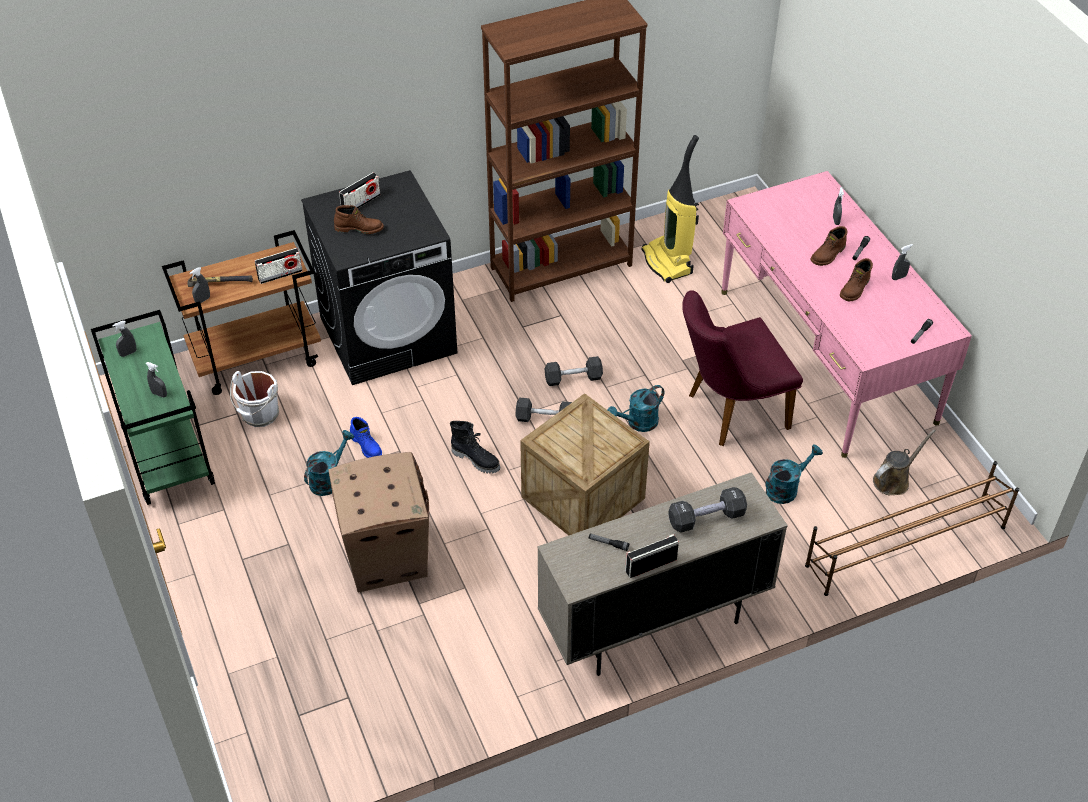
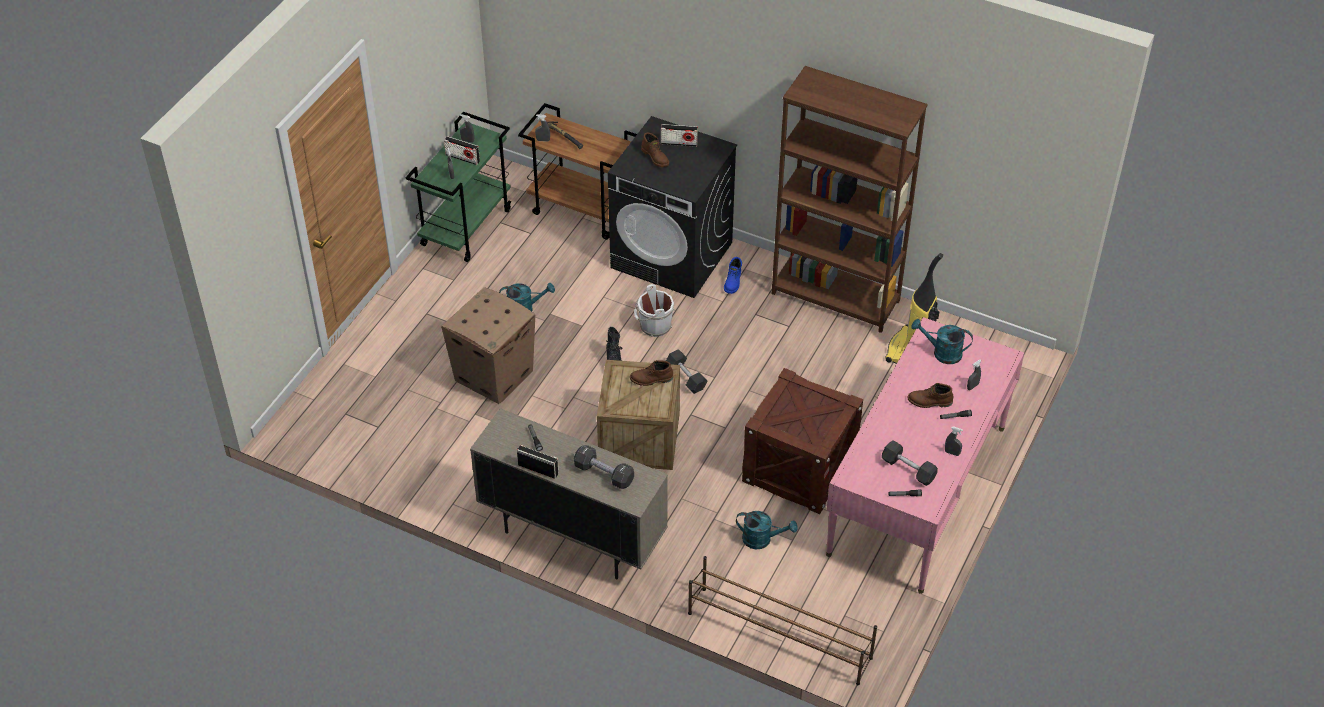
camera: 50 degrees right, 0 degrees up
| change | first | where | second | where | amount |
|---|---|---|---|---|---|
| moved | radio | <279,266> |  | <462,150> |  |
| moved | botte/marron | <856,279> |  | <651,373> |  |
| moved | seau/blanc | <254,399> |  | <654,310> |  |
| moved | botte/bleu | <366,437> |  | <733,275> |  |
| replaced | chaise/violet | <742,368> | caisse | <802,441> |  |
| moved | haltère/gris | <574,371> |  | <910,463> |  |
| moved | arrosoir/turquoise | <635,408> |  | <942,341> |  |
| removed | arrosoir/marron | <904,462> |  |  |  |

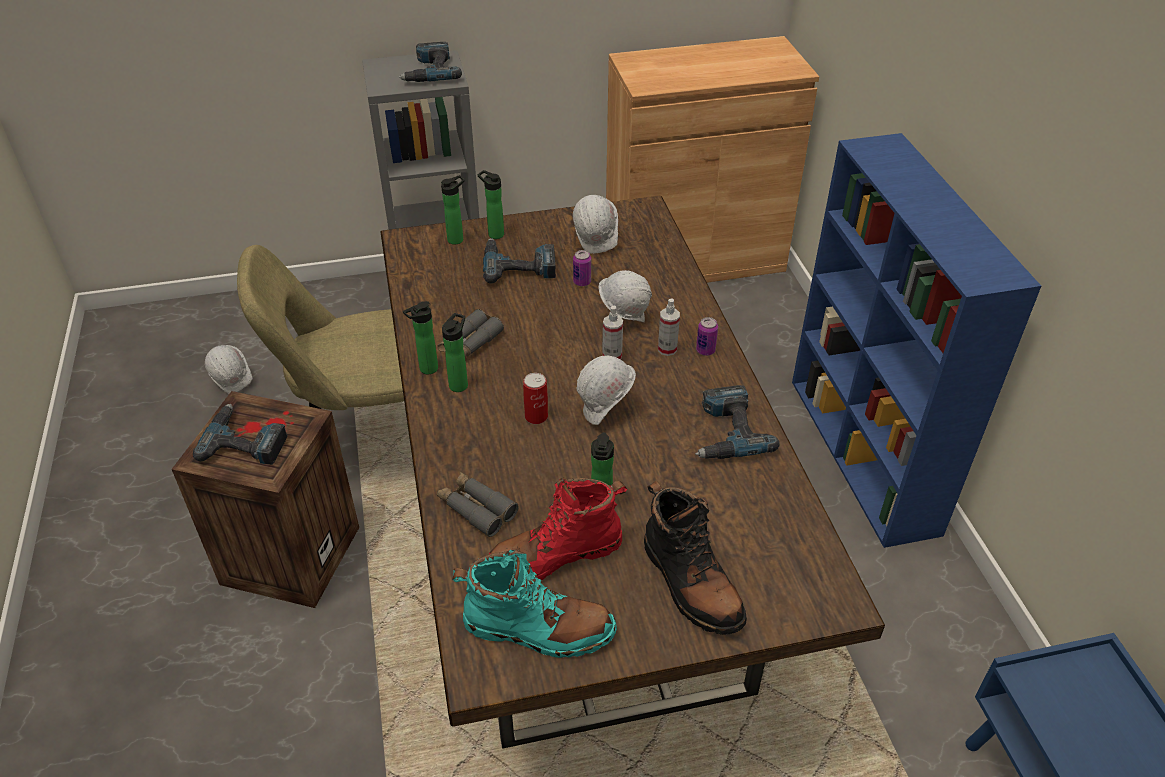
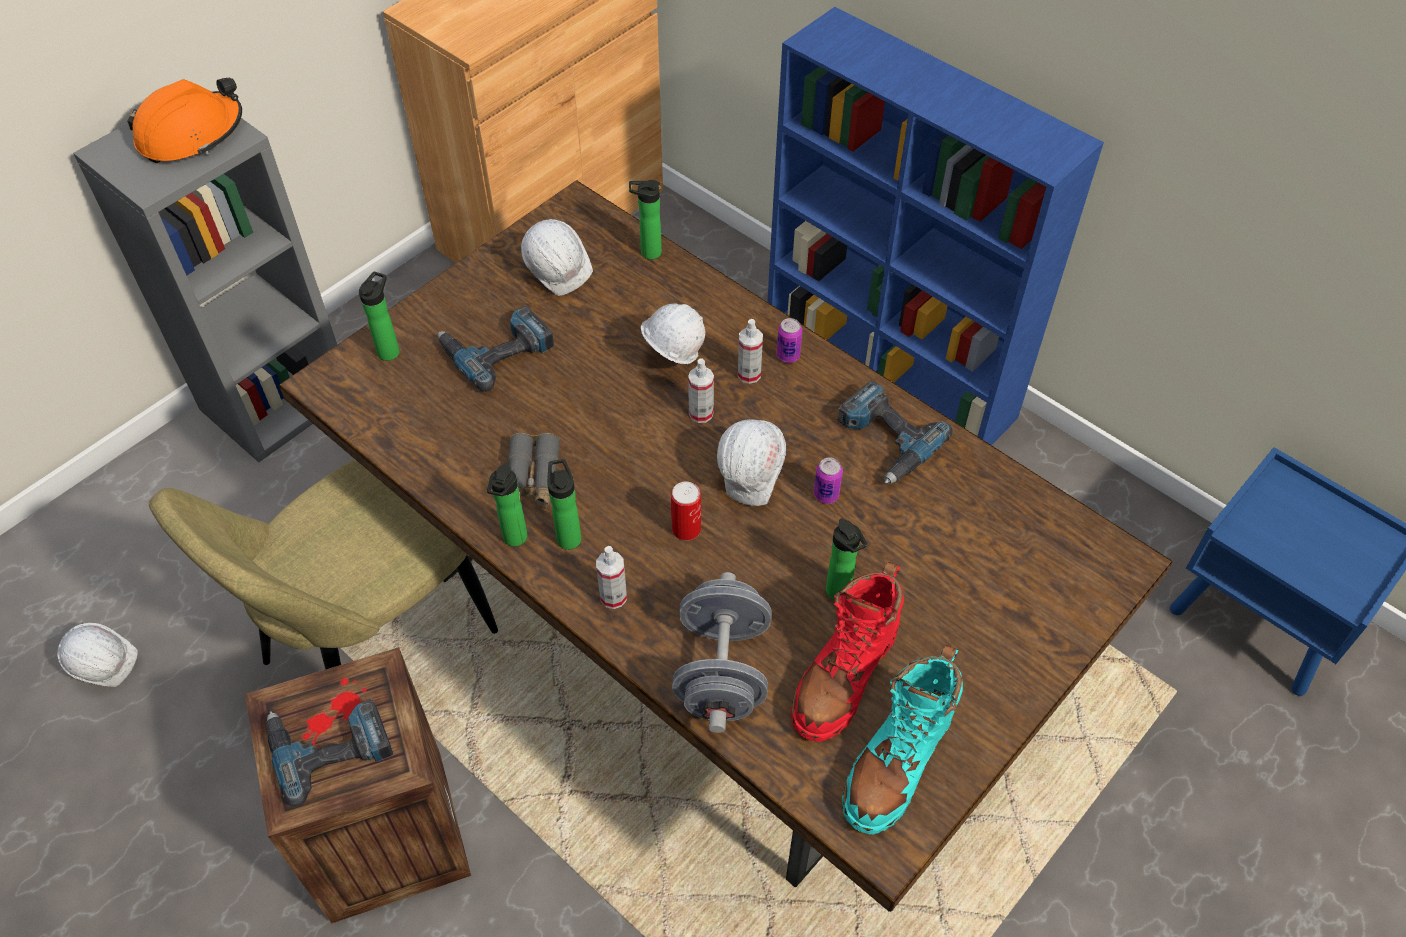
camera: 35 degrees left, 10 degrees up
| change | first | where | second | where | amount |
|---|---|---|---|---|---|
| replaced | perceuse | <430,62> | casque de chantier/orange | <184,120> |  |
| added |  |  | vaporisateur | <611,577> |  |
| moved | bouteille | <491,204> |  | <645,220> |  |
| replaced | jumelles/gris | <478,504> | haltère/gris | <722,652> |  |
| moved | boîte métallique | <582,268> |  | <828,480> |  |
| turned | botte/turquoise | <534,603> |  | <902,739> | 150 degrees clockwise |
| removed | botte/noir | <695,558> |  |  |  |

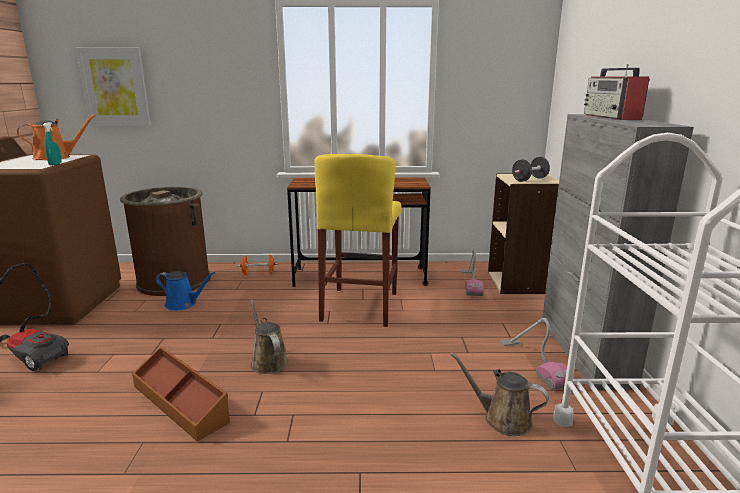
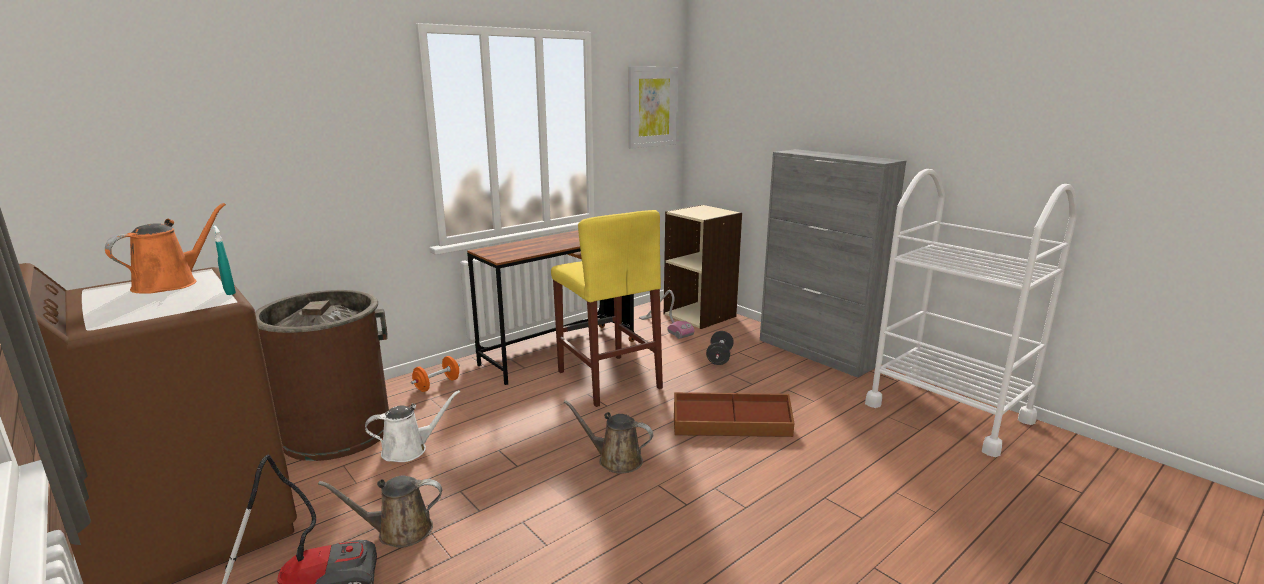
camera: 40 degrees left, 0 degrees up
| change | first | where | second | where | amount |
|---|---|---|---|---|---|
| moved | arrosoir/marron | <499,394> |  | <380,512> |  |
| recoloured | arrosoir/bleu | <186,291> | arrosoir/blanc | <412,426> |  |
| moved | tableau | <113,87> |  | <653,108> |  |
| moved | boîte de rangement/marron | <181,394> |  | <734,414> |  |
| moved | haltère/noir | <531,169> |  | <720,348> |  |
| removed | aspirateur | <538,354> |  |  |  |
| removed | radio | <617,92> |  |  |  |

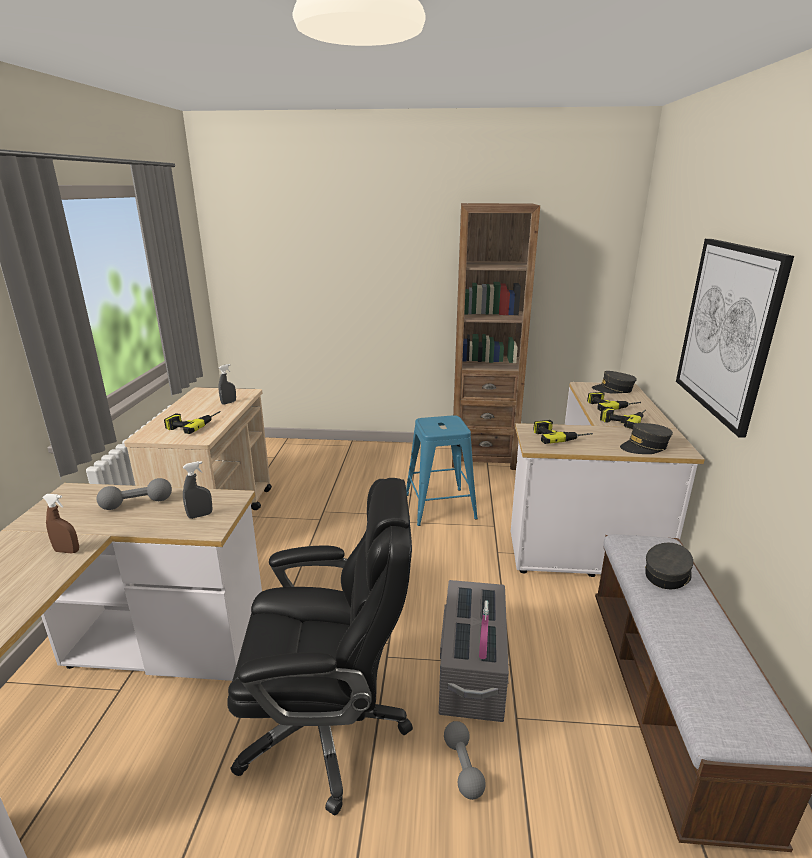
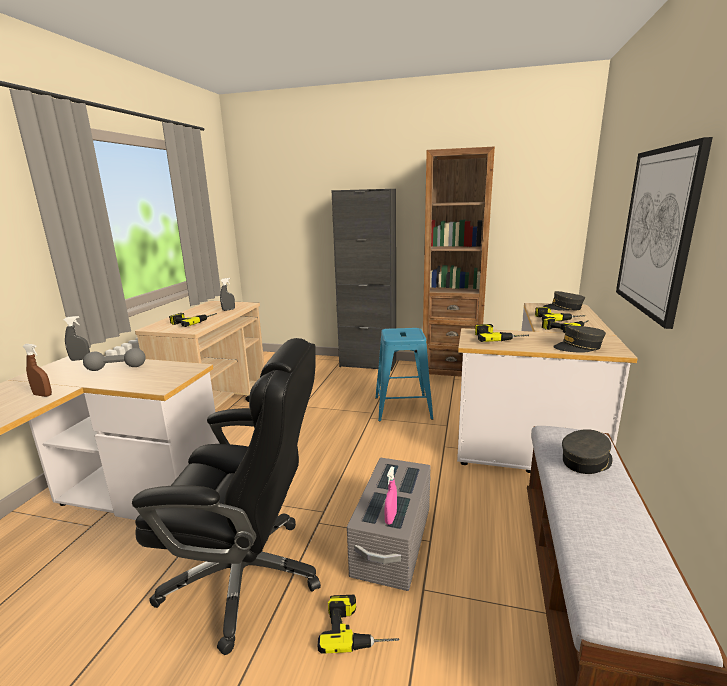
camera: 10 degrees right, 5 degrees down
| change | first | where | second | where | amount |
|---|---|---|---|---|---|
| moved | vaporisateur/gris | <197,490> |  | <77,338> |  |
| replaced | haltère/gris | <465,760> | perceuse | <359,624> |  |
| added |  |  | meuble de rangement/noir | <363,280> |  |

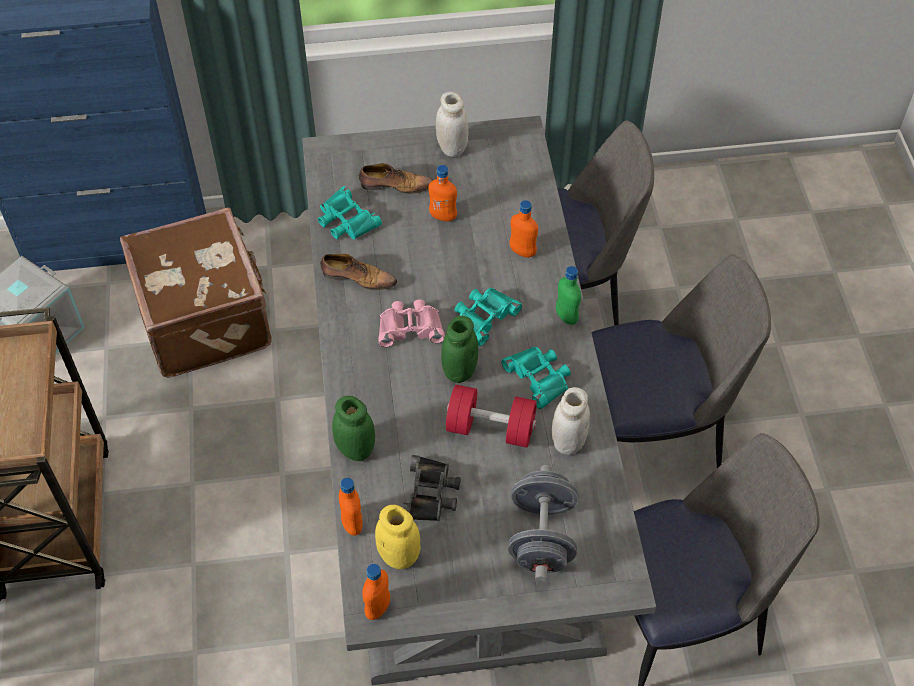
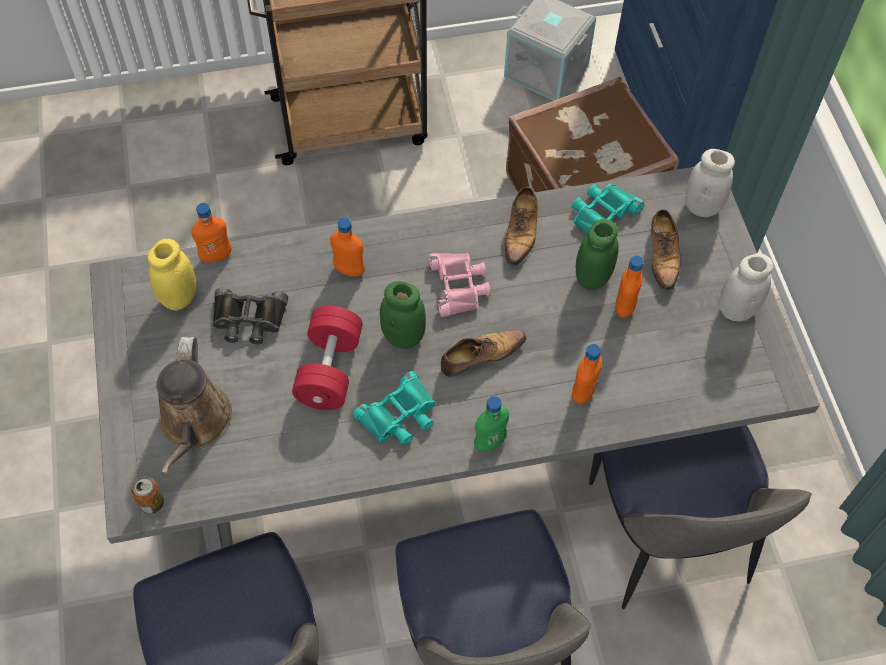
camera: 85 degrees right, 5 degrees up
| change | first | where | second | where | amount |
|---|---|---|---|---|---|
| added |  |  | boîte métallique | <147,495> |  |
| replaced | haltère/gris | <543,523> | arrosoir/marron | <194,406> |  |
| moved | bouteille/orange | <376,592> |  | <347,247> |  |
| replaced | jumelles/turquoise | <488,317> | chaussure | <484,353> |  |
| moved | bocal/vert | <353,428> |  | <597,254> |  |
| moved | bocal/blanc | <571,421> |  | <710,183> |  |

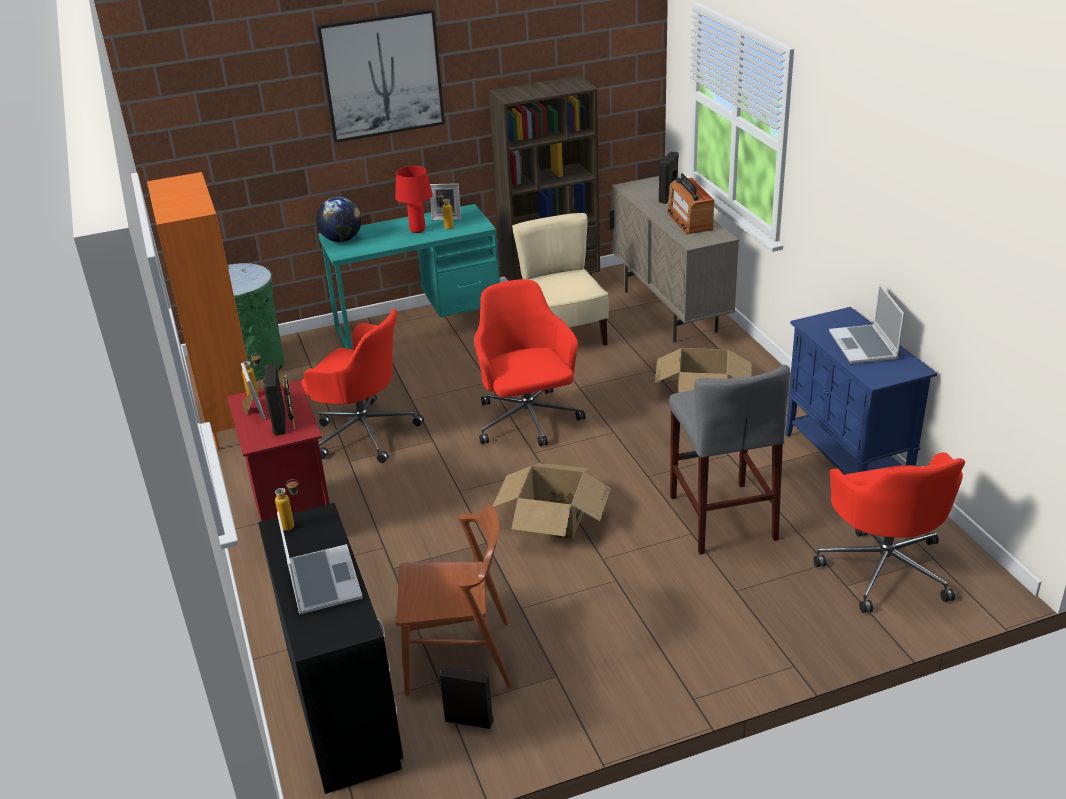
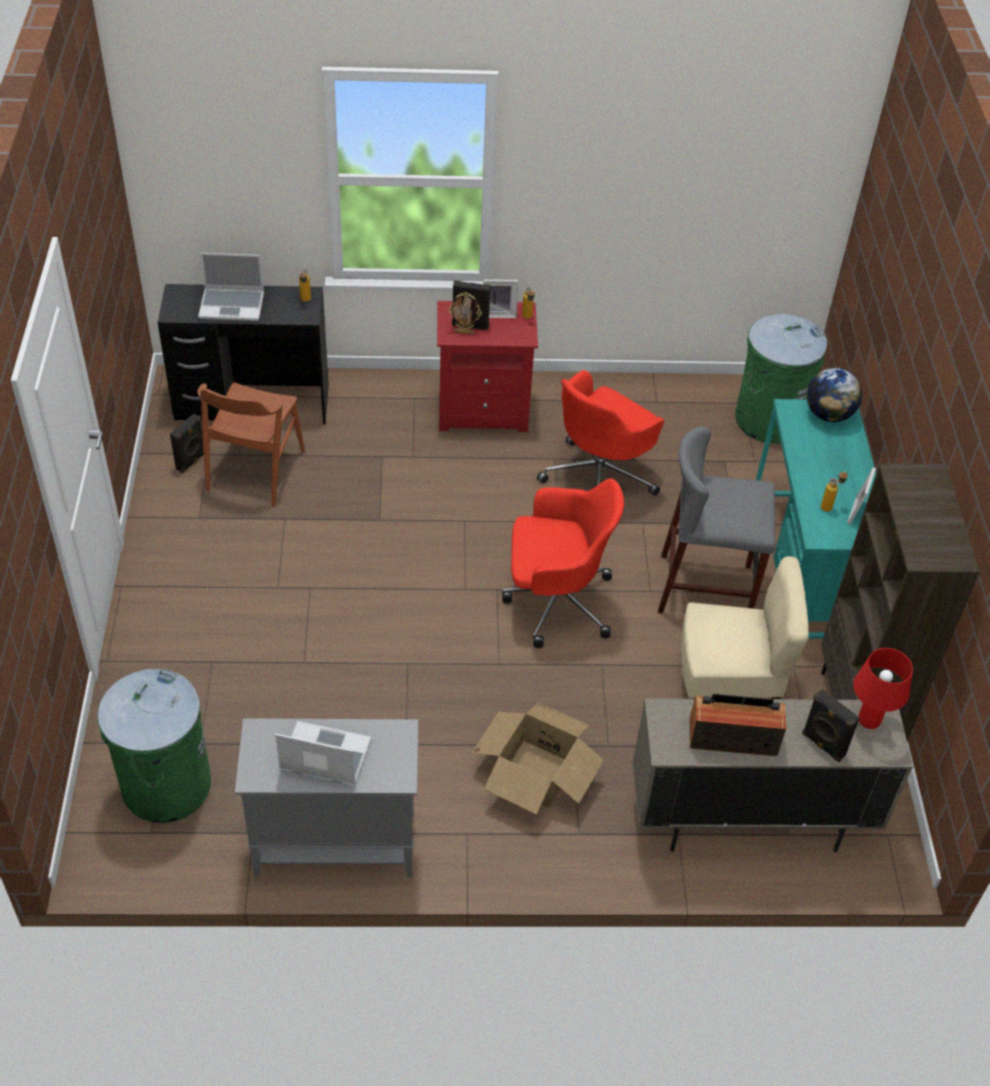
camera: 105 degrees right, 15 degrees up
| change | first | where | second | where | amount |
|---|---|---|---|---|---|
| replaced | chaise de bureau/rouge | <889,532> | poubelle/vert | <154,746> |  |
| recoloured | meuble de rangement/bleu | <861,391> | meuble de rangement/gris | <326,798> |  |
| moved | tabouret/gris | <729,459> |  | <716,519> |  |
| moved | lampe de table/rouge | <414,199> |  | <883,688> |  |
| removed | bibliothèque/orange | <197,311> |  |  |  |
| removed | tableau | <381,76> |  |  |  |
| removed | carton | <552,501> |  |  |  |

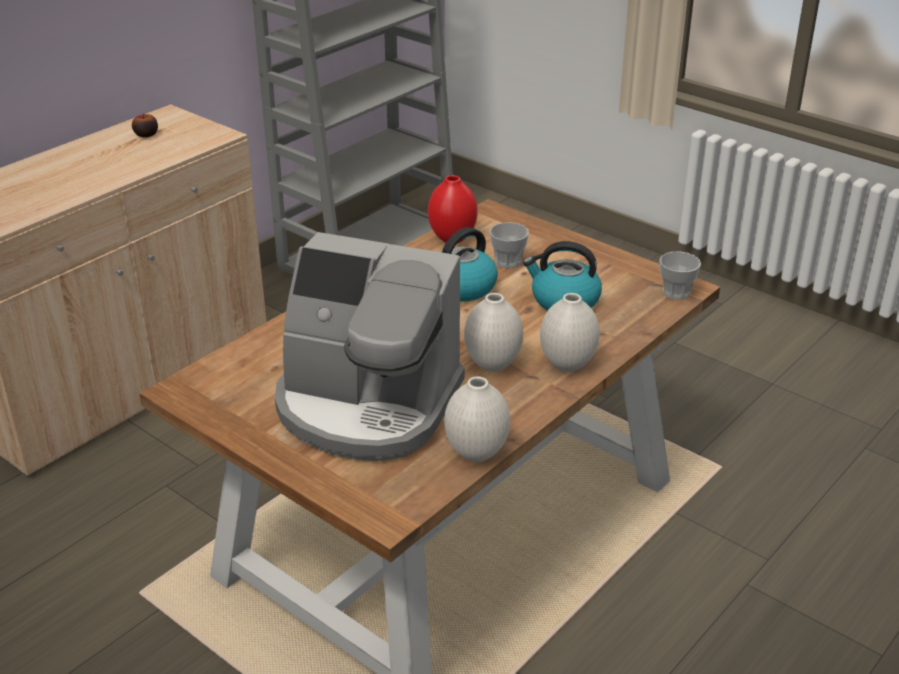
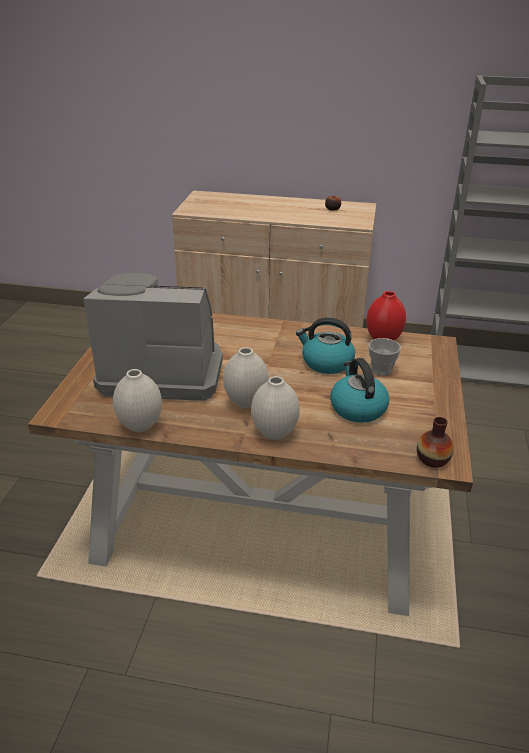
camera: 60 degrees right, 0 degrees up
| change | first | where | second | where | amount |
|---|---|---|---|---|---|
| turned | machine à café | <369,346> |  | <153,337> | 105 degrees clockwise |
| replaced | tasse | <680,276> | vase | <435,442> |  |

